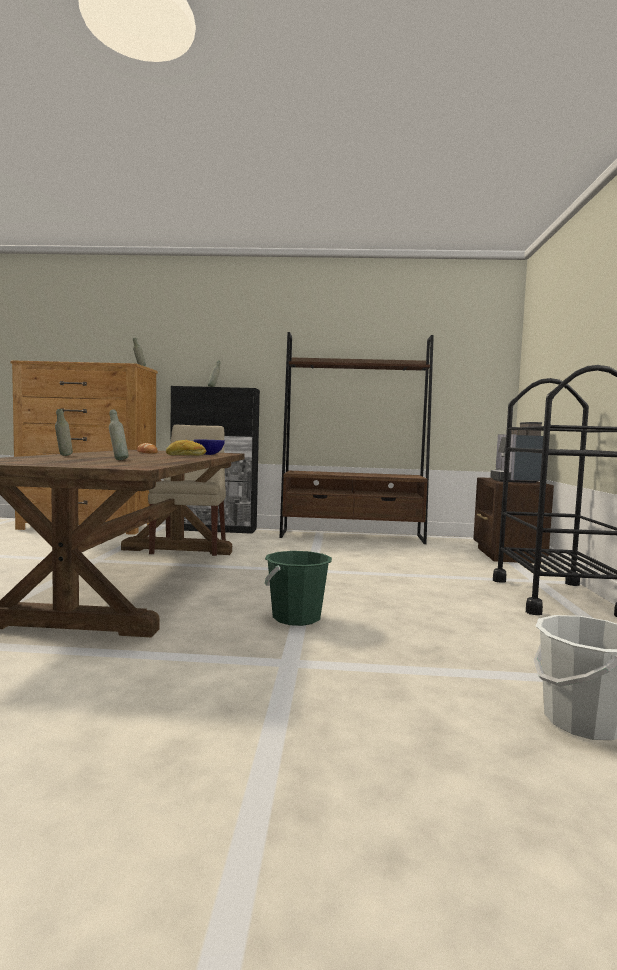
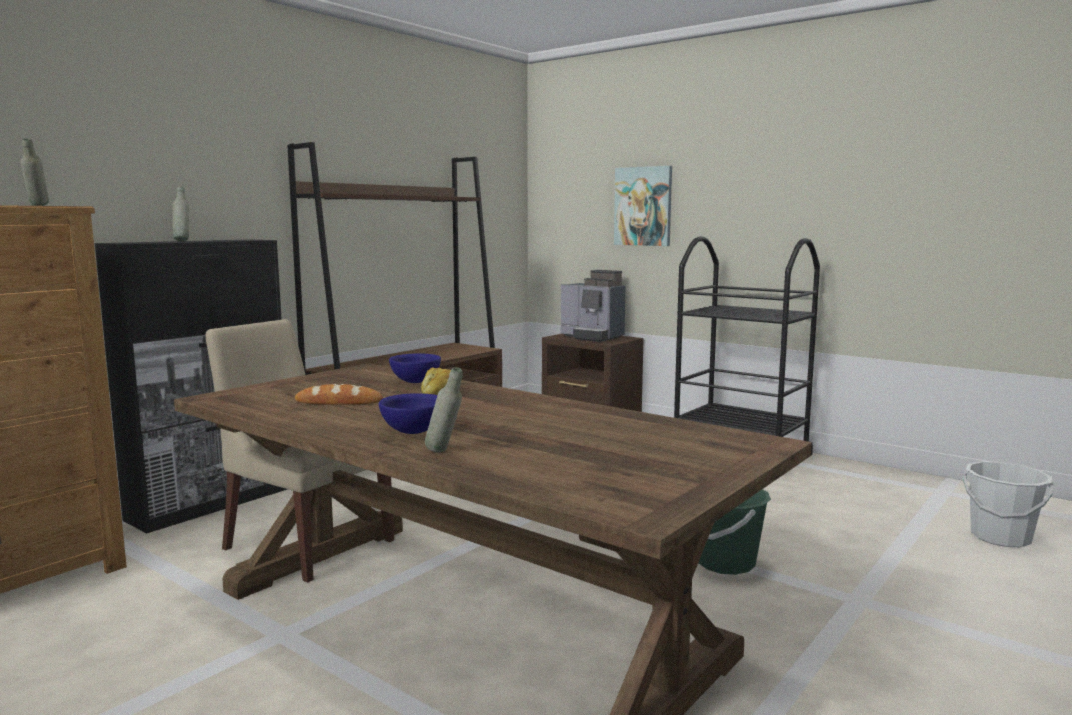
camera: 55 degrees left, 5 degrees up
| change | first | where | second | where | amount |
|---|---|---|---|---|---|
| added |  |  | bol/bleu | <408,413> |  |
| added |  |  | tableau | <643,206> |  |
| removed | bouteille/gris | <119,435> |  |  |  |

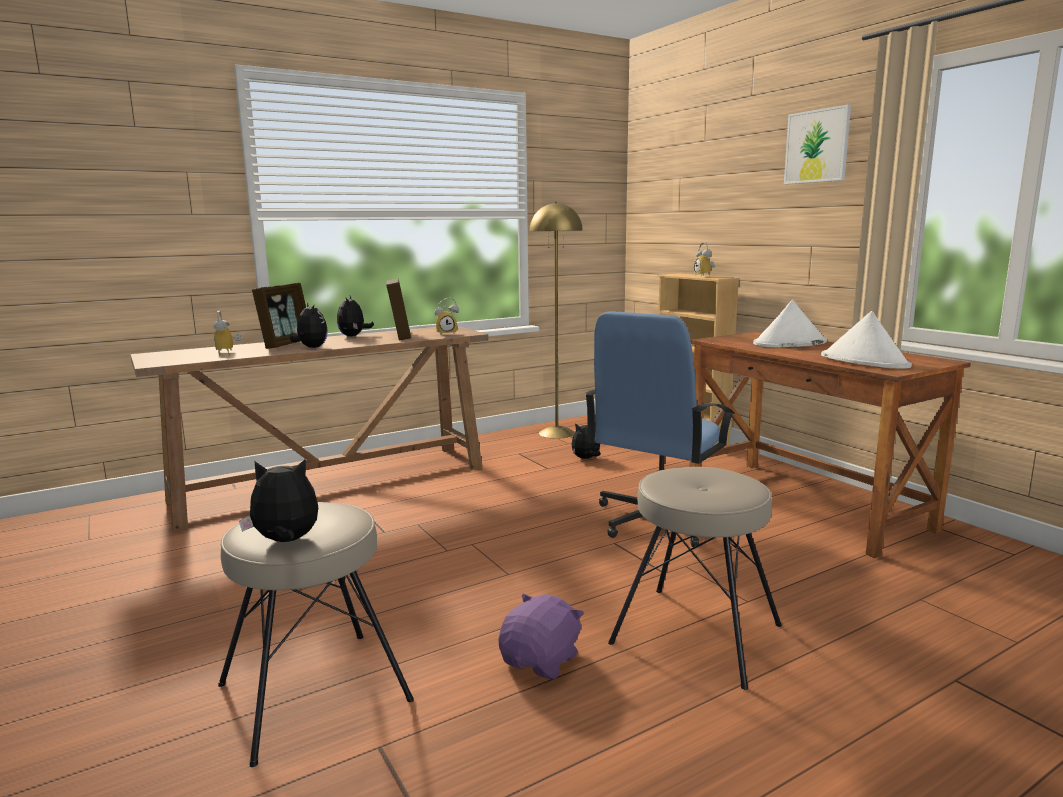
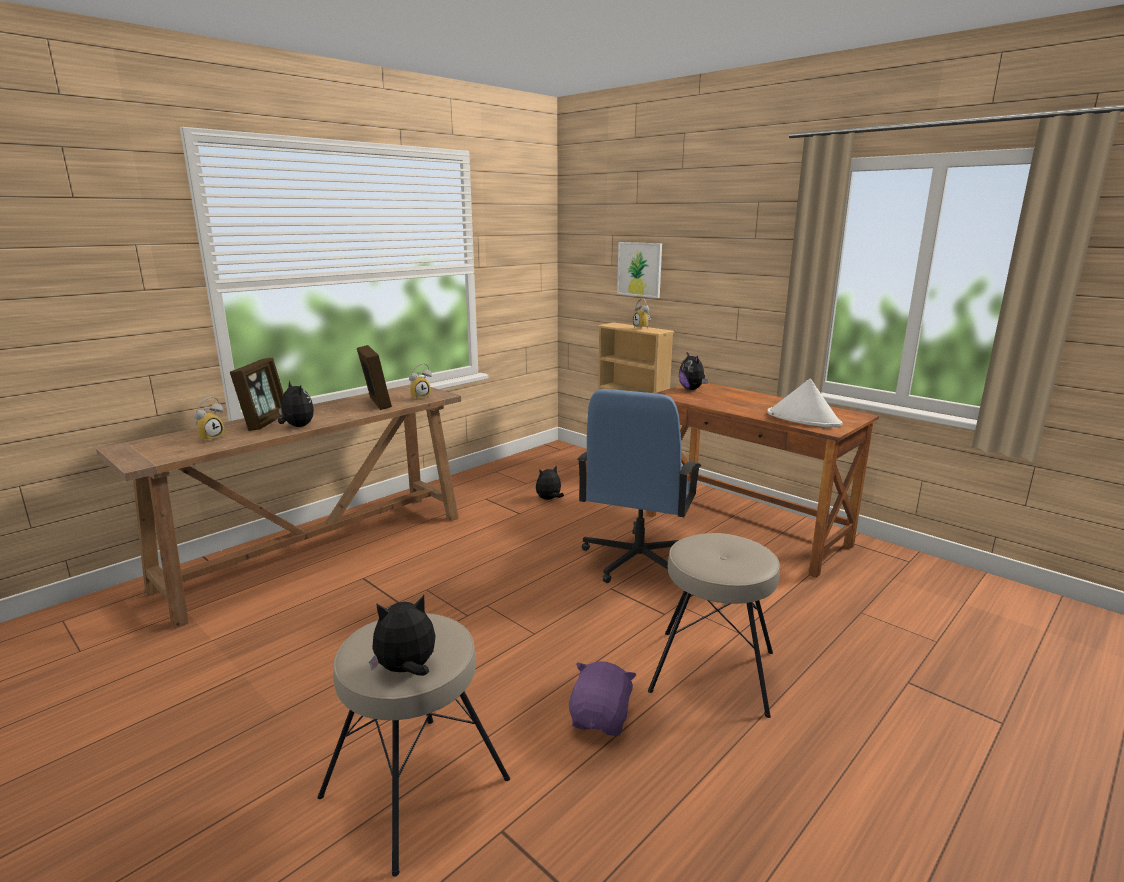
camera: 15 degrees left, 5 degrees up
| change | first | where | second | where | amount |
|---|---|---|---|---|---|
| turned | réveil | <227,332> |  | <209,419> | 120 degrees counterclockwise |
| moved | tableau | <817,144> |  | <639,270> |  |
| moved | peluche | <355,316> |  | <693,371> |  |
| removed | lampadaire/jaune | <556,320> |  |  |  |
| removed | chapeau/blanc | <790,324> |  |  |  |

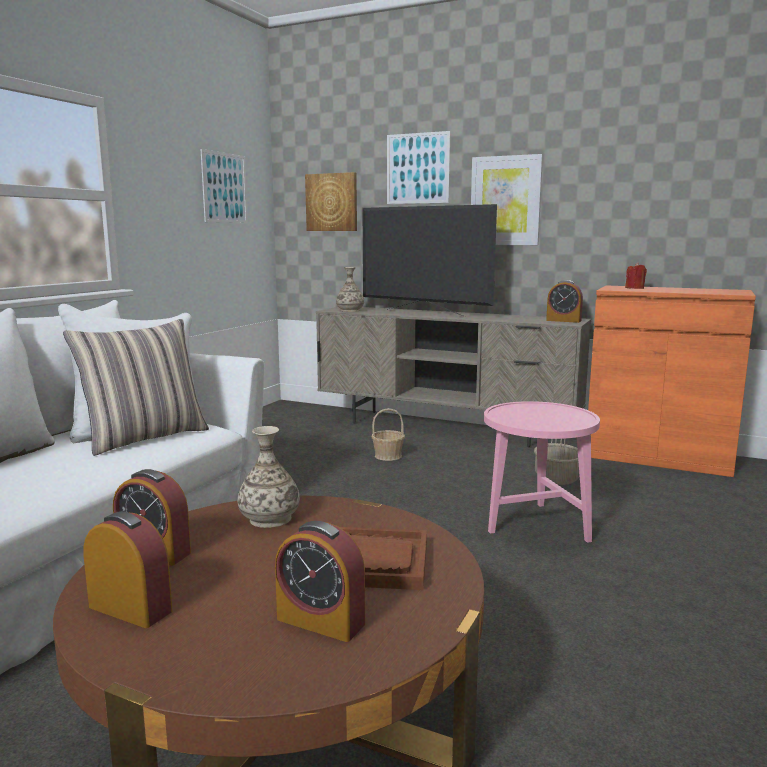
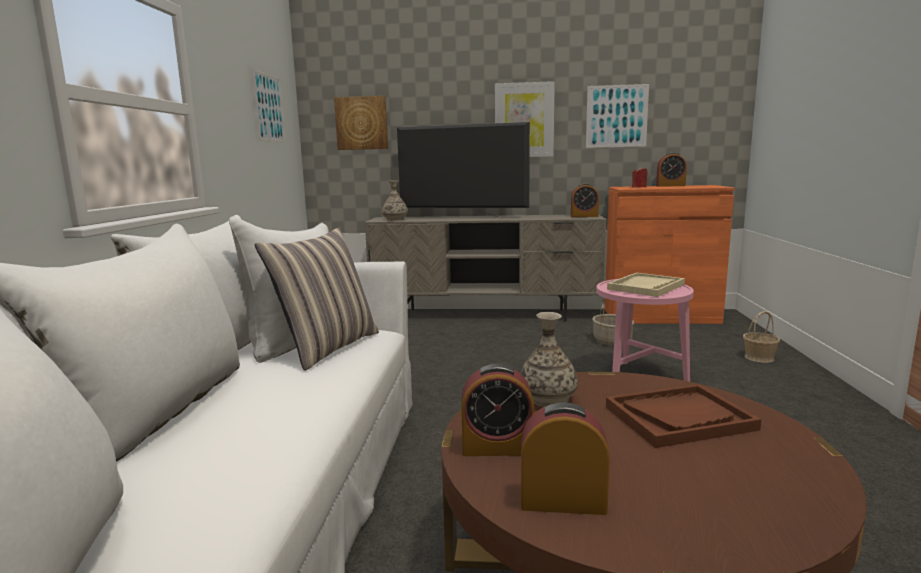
camera: 20 degrees left, 0 degrees up
| change | first | where | second | where | amount |
|---|---|---|---|---|---|
| moved | tableau | <418,167> |  | <617,116> |  |
| added |  |  | plateau/beige | <646,285> |  |
| moved | réveil | <320,581> |  | <671,169> |  |
| moved | panier | <388,434> |  | <761,337> |  |

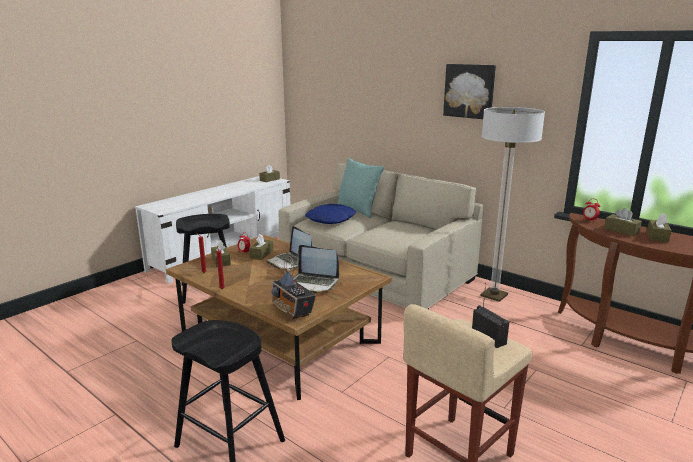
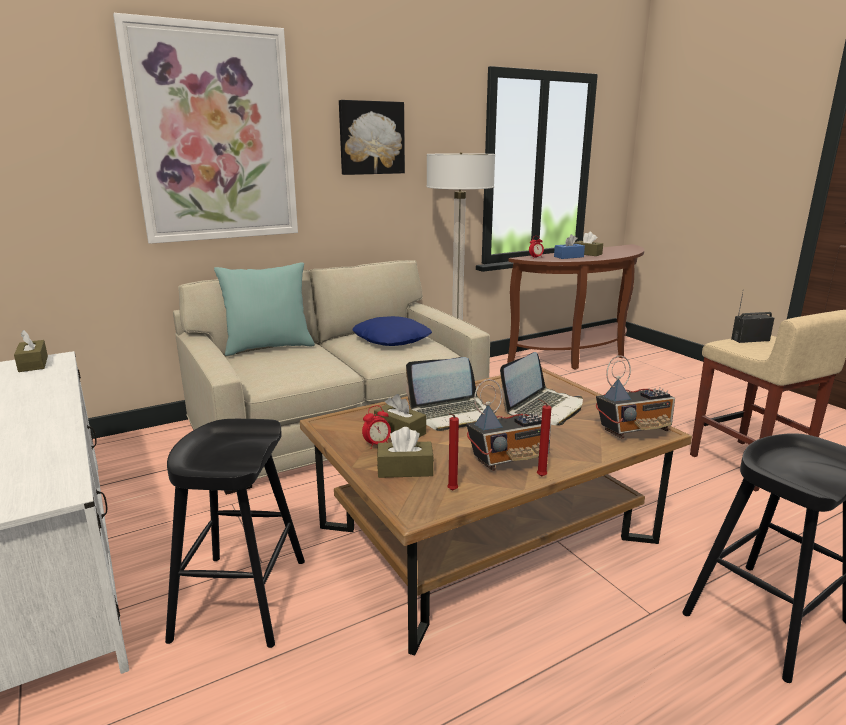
camera: 70 degrees left, 0 degrees up
| change | first | where | second | where | amount |
|---|---|---|---|---|---|
| added |  |  | tableau | <205,128> |  |
| moved | coussin/bleu | <330,214> |  | <392,331> |  |
| added |  |  | radio | <509,425> |  |
| recoloured | boîte à mouchoirs/marron | <623,222> | boîte à mouchoirs/bleu | <569,246> |  |

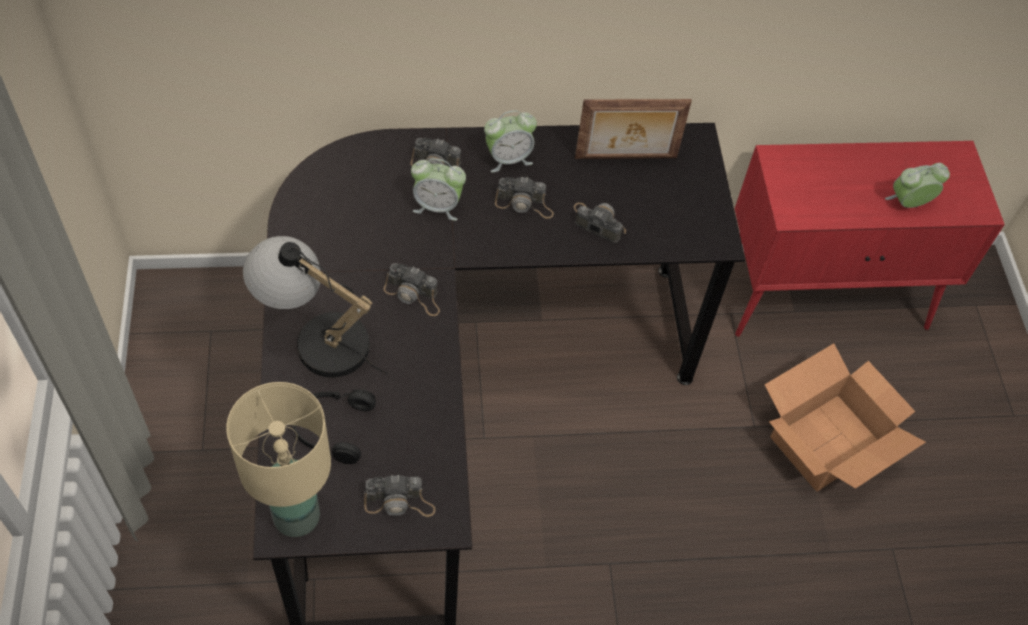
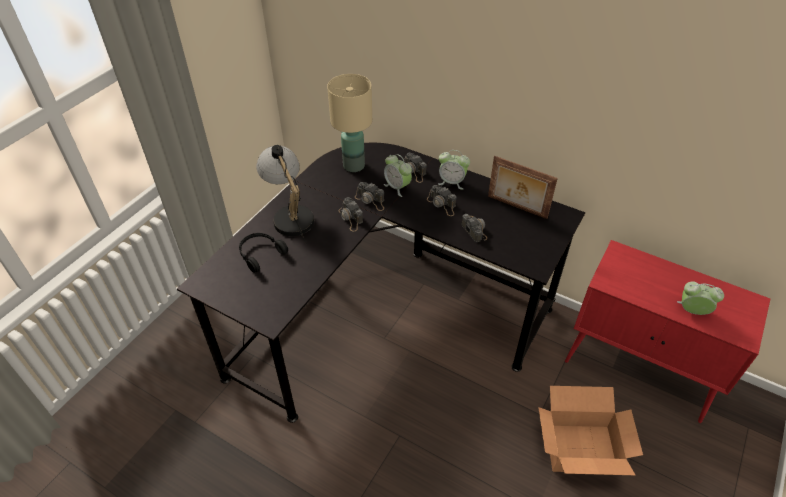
camera: 40 degrees right, 10 degrees down
| change | first | where | second | where | amount |
|---|---|---|---|---|---|
| moved | lampe de table/beige | <278,459> |  | <349,123> |  |
| moved | appareil photo | <399,496> |  | <369,196> |  |

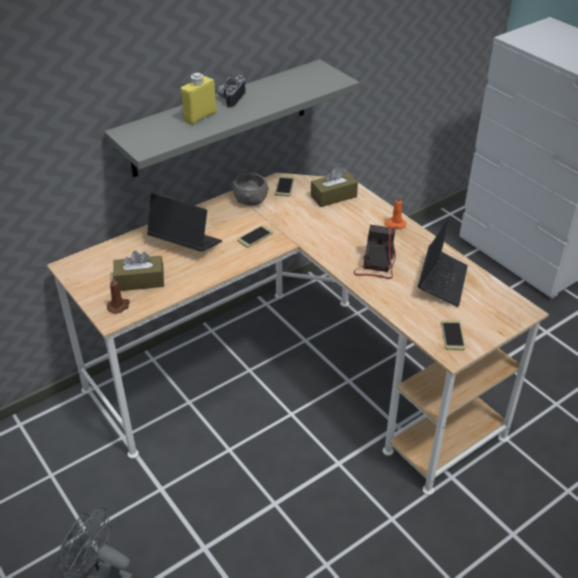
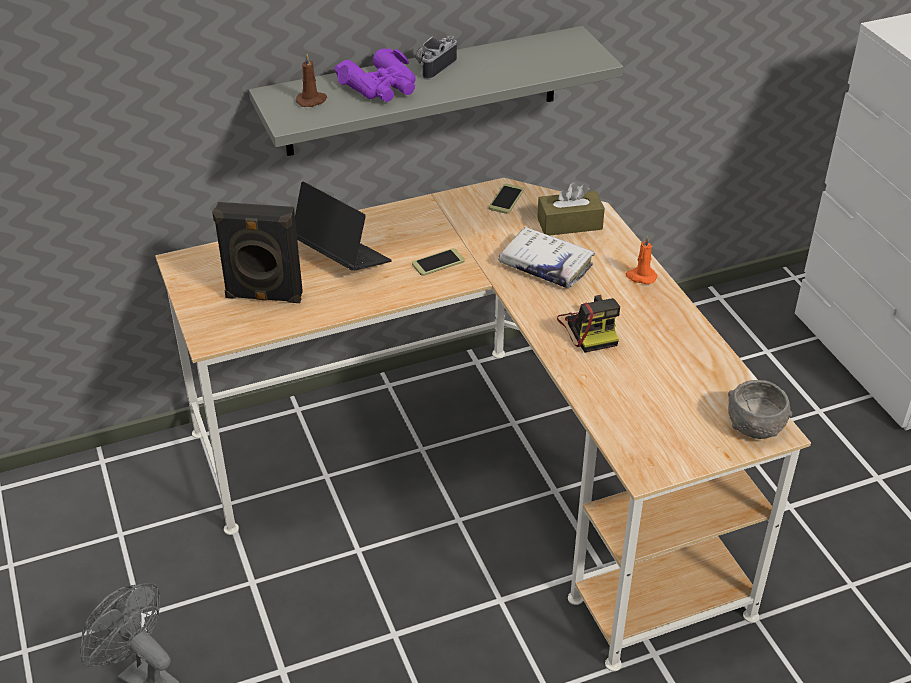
camera: 15 degrees right, 0 degrees up
| change | first | where | second | where | amount |
|---|---|---|---|---|---|
| replaced | boîte à mouchoirs/marron | <138,271> | enceinte/noir | <257,252> |  |
| moved | bougie/marron | <118,295> |  | <311,80> |  |
| replaced | bouteille/jaune | <199,99> | jumelles/violet | <375,75> |  |
| added |  |  | livre/blanc | <546,258> |  |
| turned | appareil photo | <374,252> |  | <588,324> | 135 degrees clockwise |
| moved | bol/gris | <250,189> |  | <760,409> |  |
| removed | ordinateur portable | <443,262> |  |  |  |
| removed | téléphone | <453,335> |  |  |  |

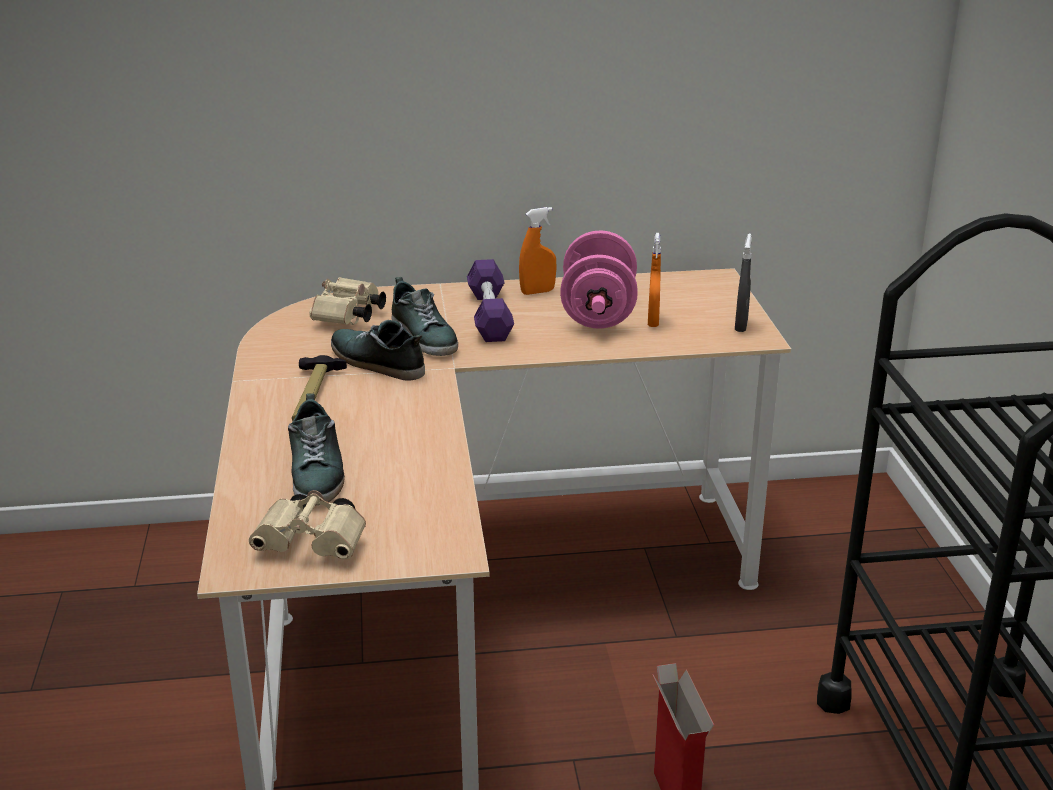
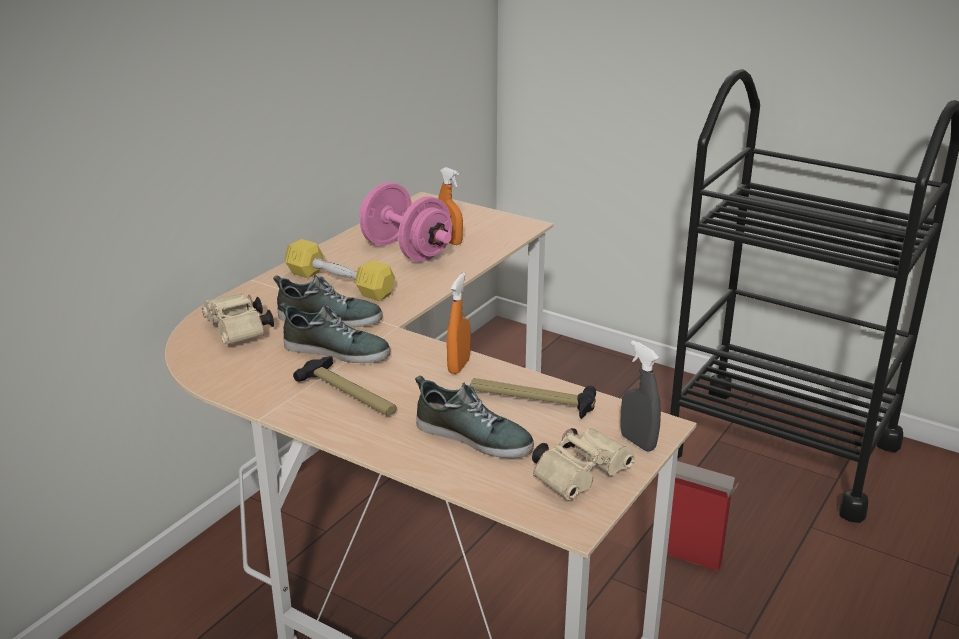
camera: 50 degrees left, 0 degrees up
| change | first | where | second | where | amount |
|---|---|---|---|---|---|
| turned | chaussure | <378,350> |  | <335,332> | 150 degrees counterclockwise |
| recoloured | haltère/violet | <490,300> | haltère/jaune | <340,270> |  |
| moved | vaporisateur/orange | <537,251> |  | <459,323> |  |
| added |  |  | marteau | <533,398> |  |
| moved | vaporisateur/gris | <743,282> |  | <640,396> |  |

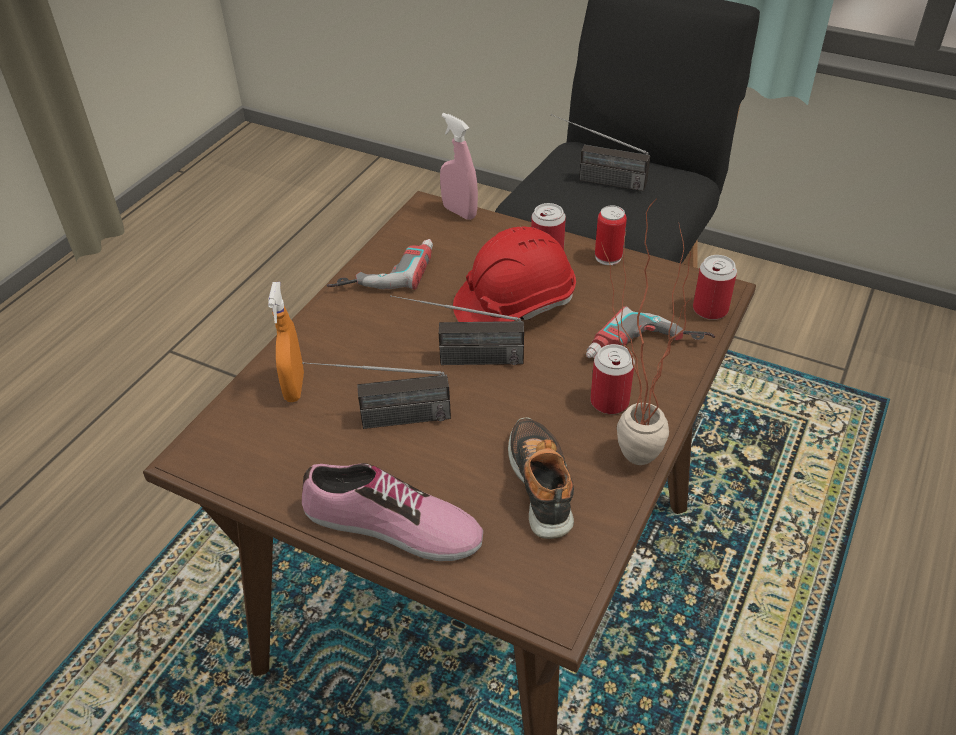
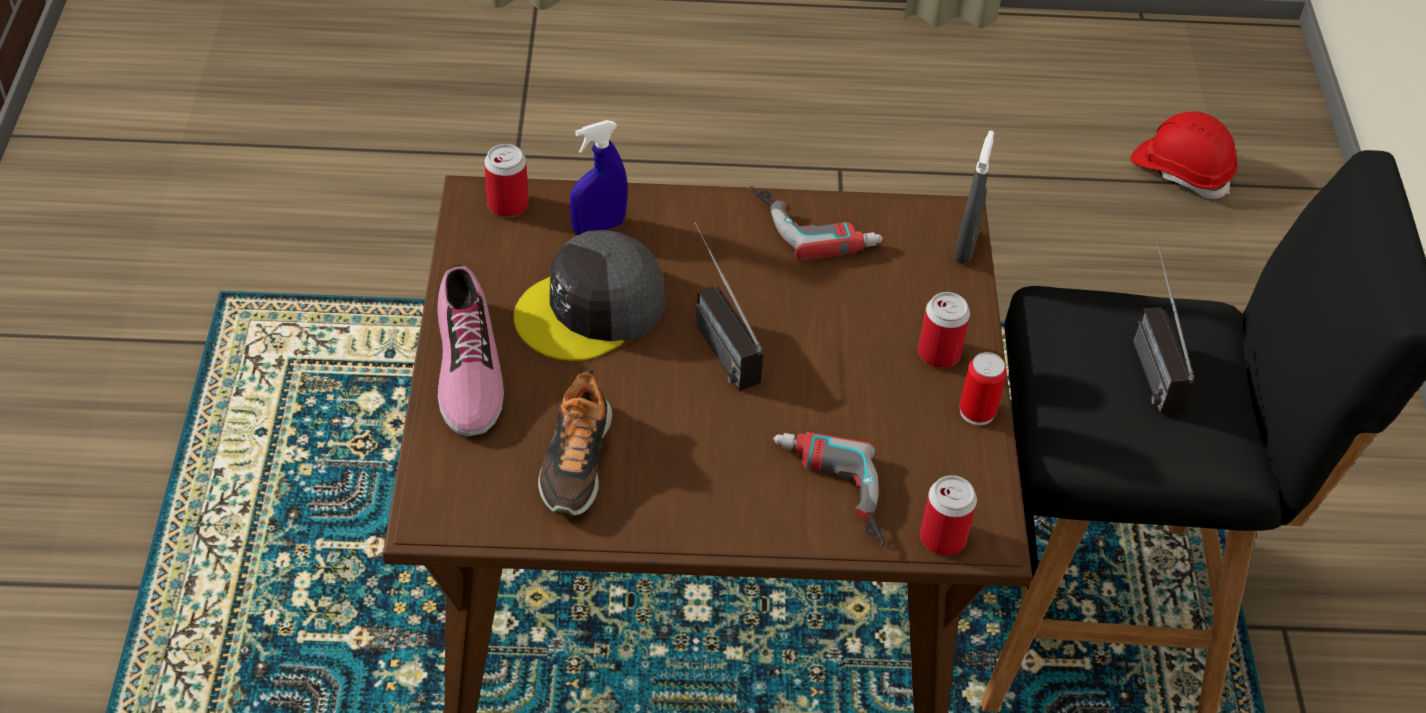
camera: 60 degrees right, 5 degrees up
| change | first | where | second | where | amount |
|---|---|---|---|---|---|
| moved | boîte métallique | <612,379> |  | <506,180> |  |
| replaced | radio | <376,395> | casquette/gris | <589,295> |  |
| turned | chaussure | <541,478> |  | <575,443> | 135 degrees clockwise |
| recoloured | vaporisateur/orange | <286,342> | vaporisateur/bleu | <598,177> |  |
| recoloured | vaporisateur/rose | <459,166> | vaporisateur/gris | <974,197> |  |
| moved | casque de chantier/rouge | <514,274> |  | <1183,155> |  |
| removed | plante en pot | <646,331> |  |  |  |

